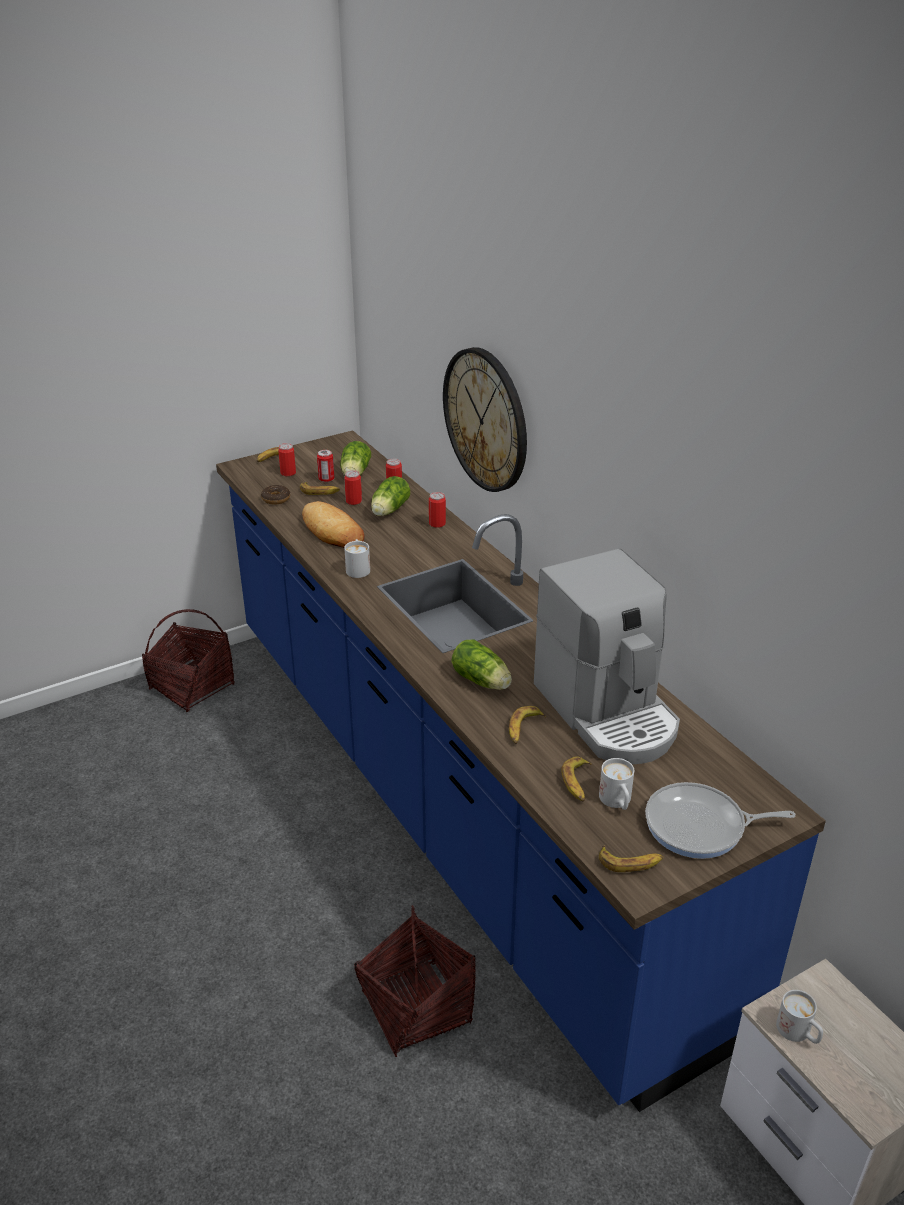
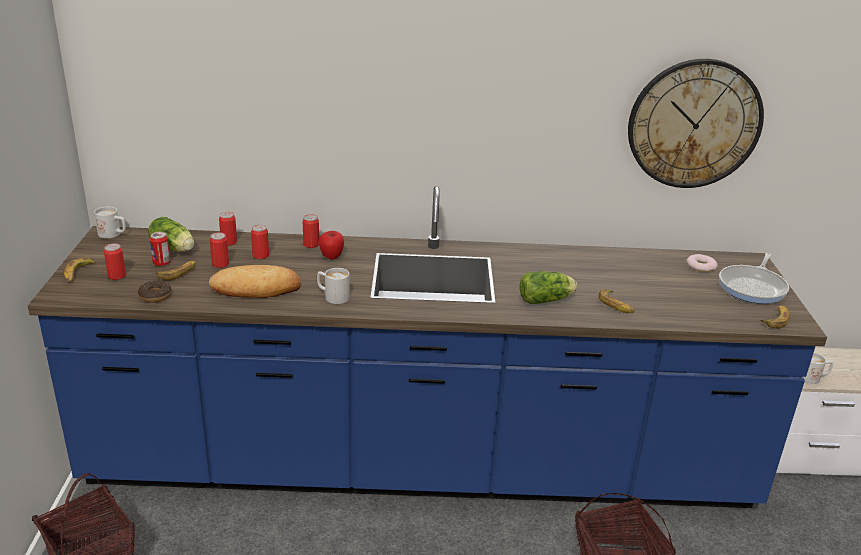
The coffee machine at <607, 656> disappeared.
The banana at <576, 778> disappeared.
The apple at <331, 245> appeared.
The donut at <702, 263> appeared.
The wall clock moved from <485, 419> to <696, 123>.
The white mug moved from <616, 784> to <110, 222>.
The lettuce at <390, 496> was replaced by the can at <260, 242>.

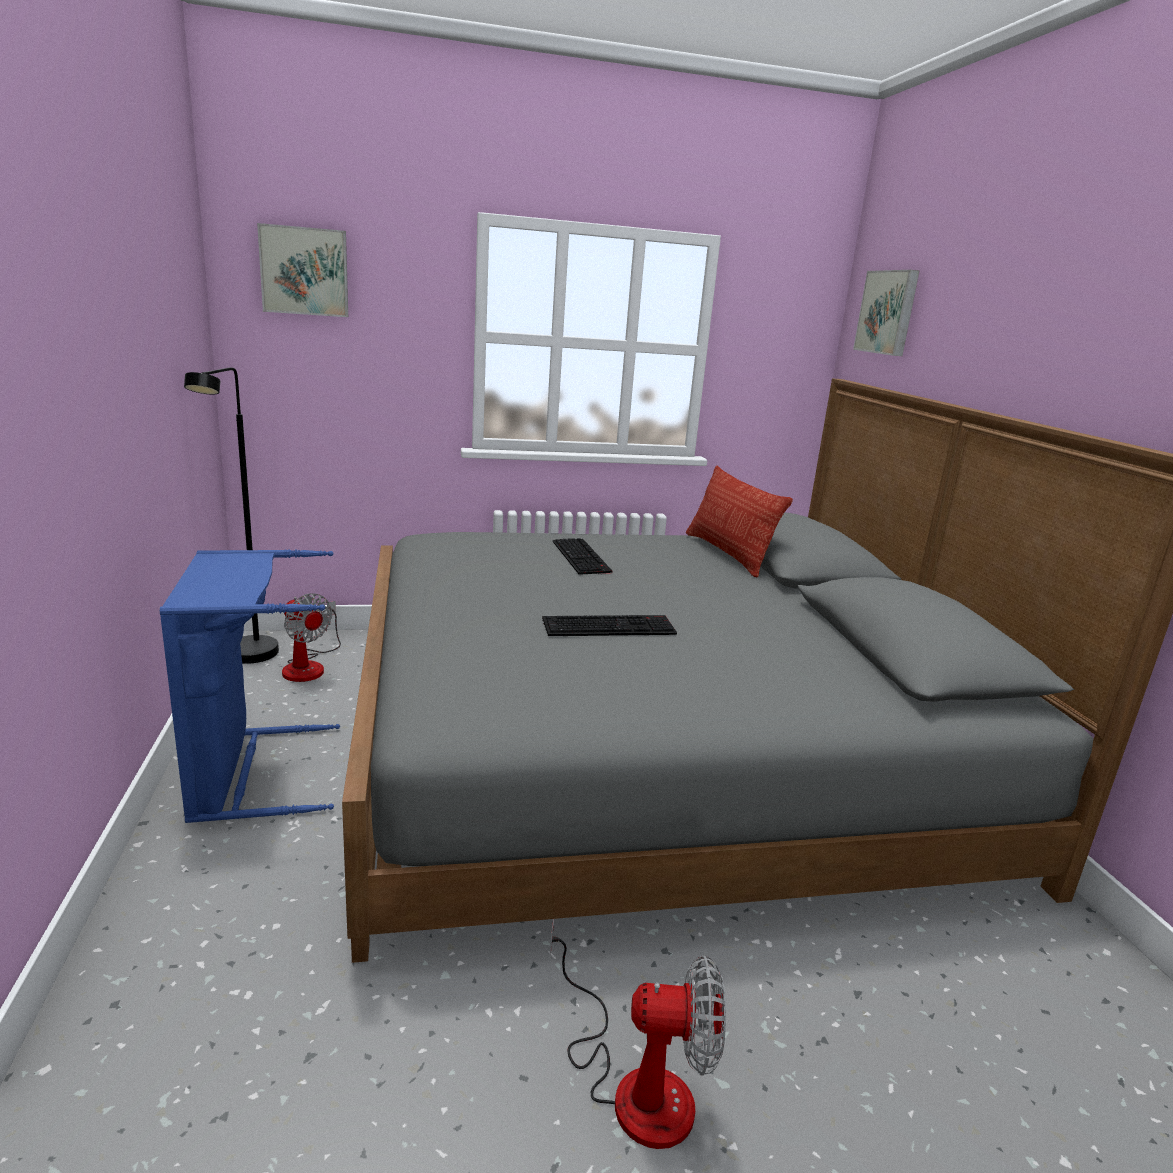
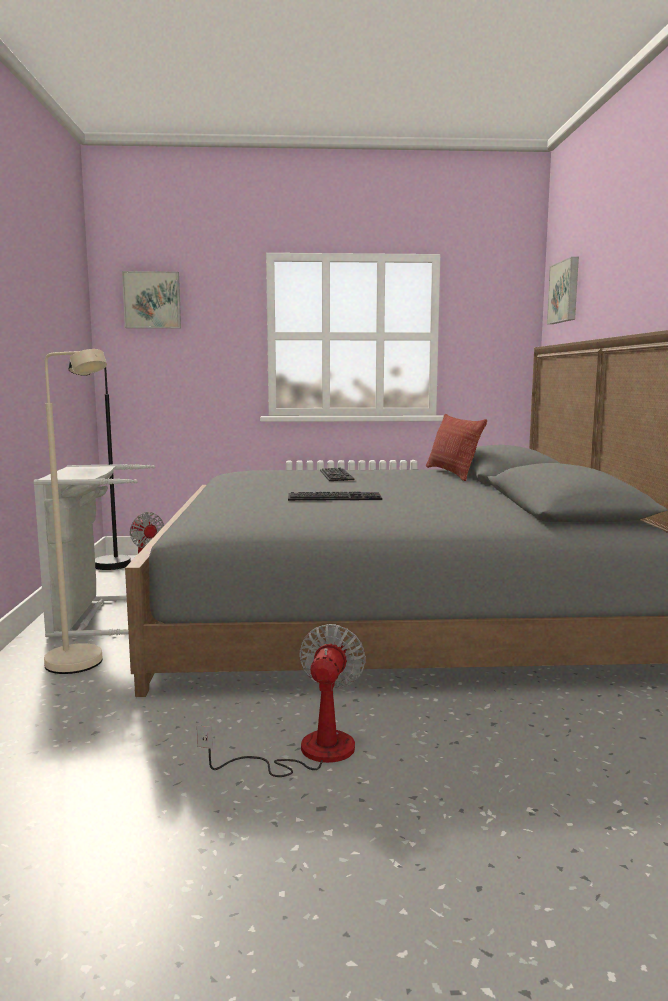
The beige floor lamp at <75, 511> appeared.
The blue laundry basket at <250, 686> became the grey laundry basket at <94, 550>.
The fan at <638, 1034> turned 90 degrees counterclockwise.

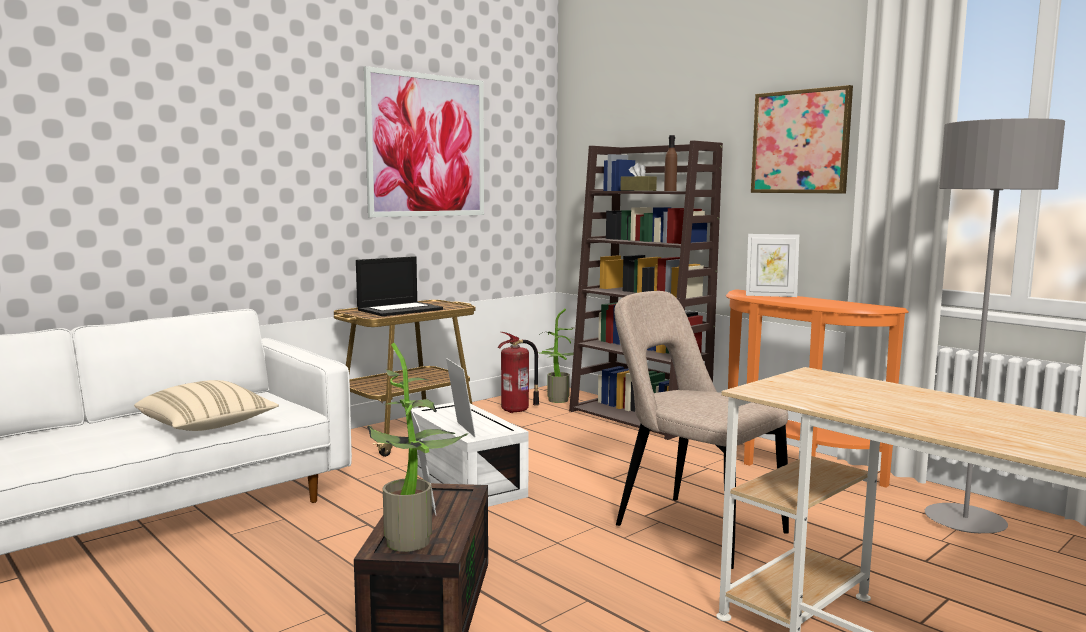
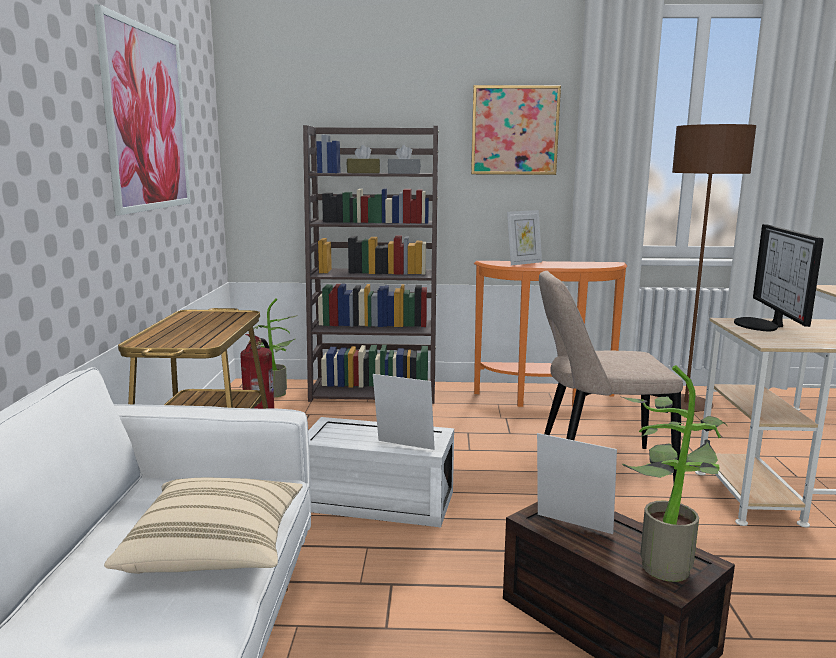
The laptop at <399, 286> disappeared.
The monitor at <779, 277> appeared.
The brown bottle at <670, 163> was replaced by the grey tissue box at <404, 159>.
The grey floor lamp at <995, 325> became the brown floor lamp at <714, 268>.

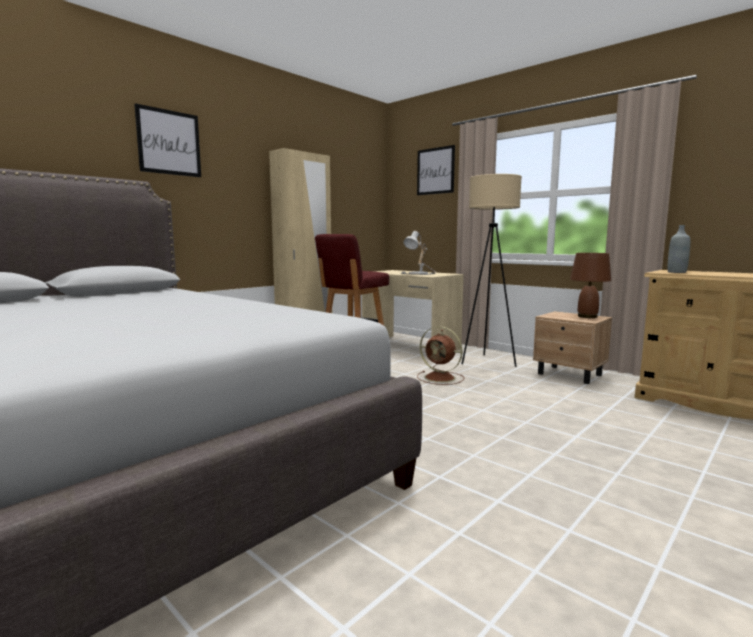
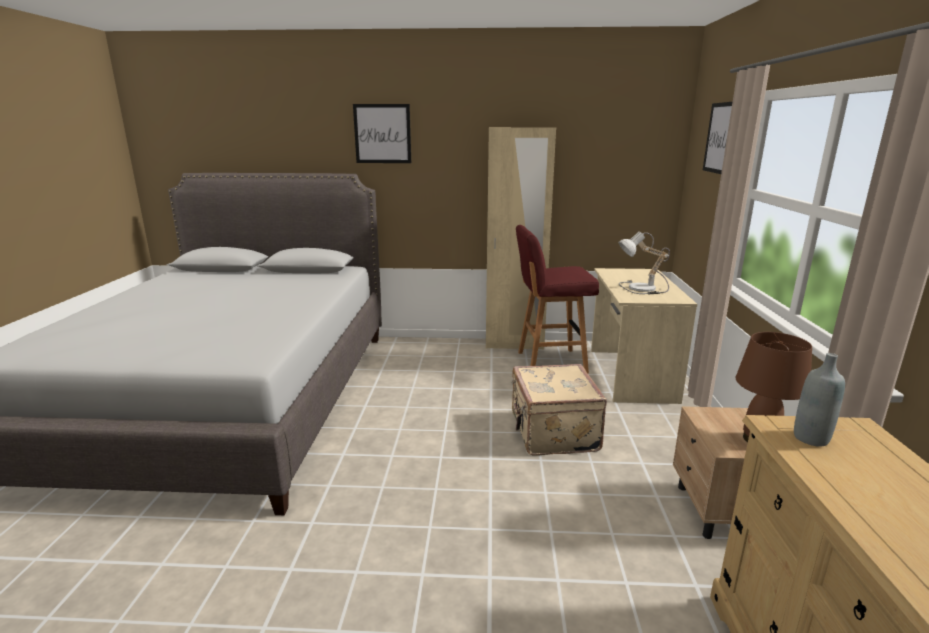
The beige floor lamp at <491, 270> disappeared.
The brown fan at <440, 355> was replaced by the beige suitcase at <559, 410>.

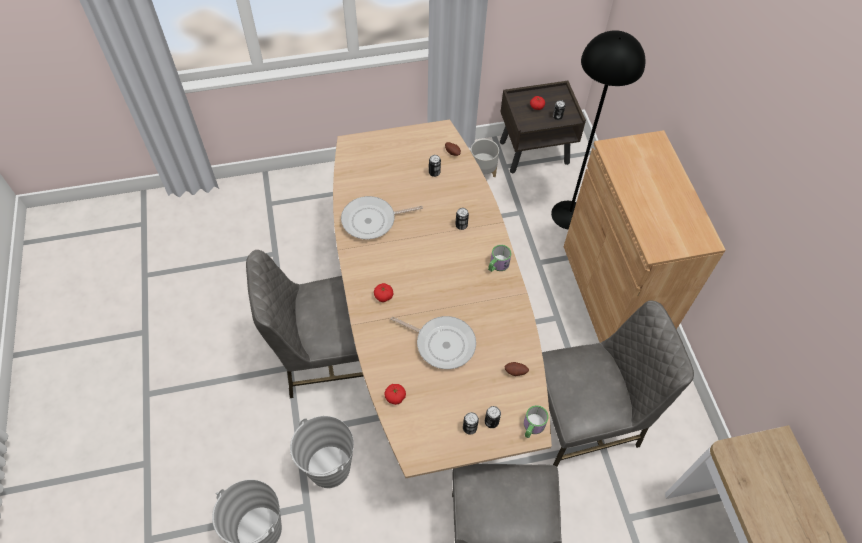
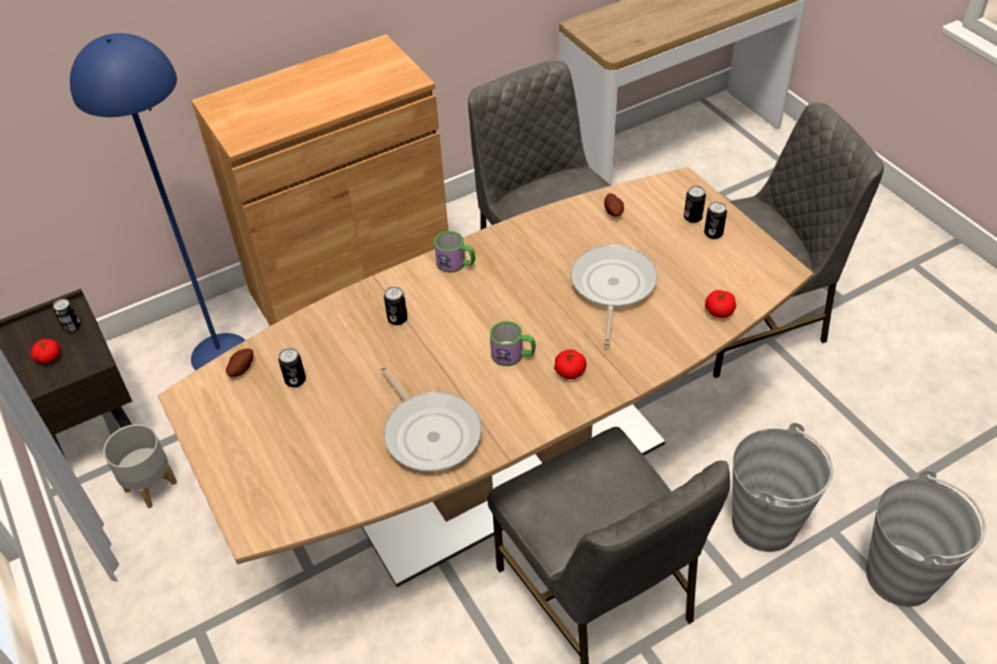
The mug moved from <536, 421> to <513, 343>.
The black floor lamp at <598, 130> became the blue floor lamp at <157, 202>.

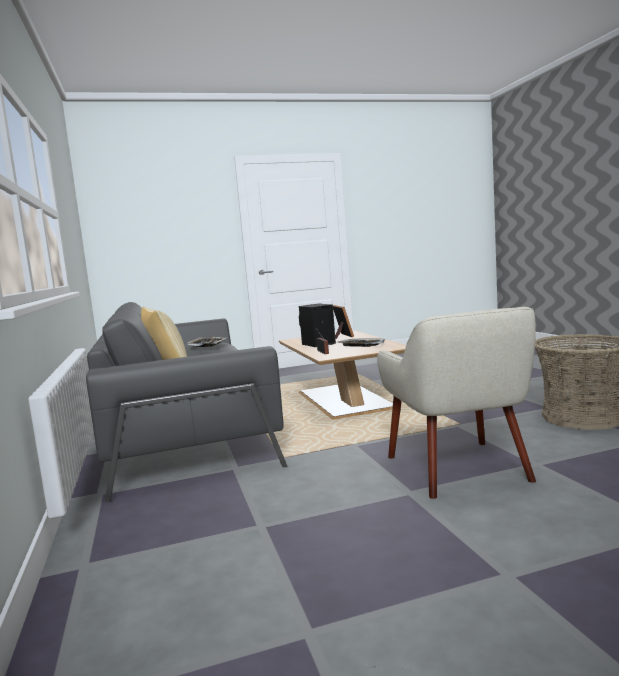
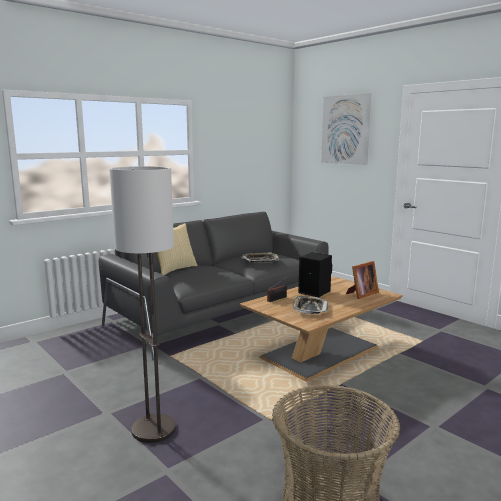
The picture at <346, 129> appeared.
The beige armchair at <456, 403> was replaced by the floor lamp at <142, 304>.

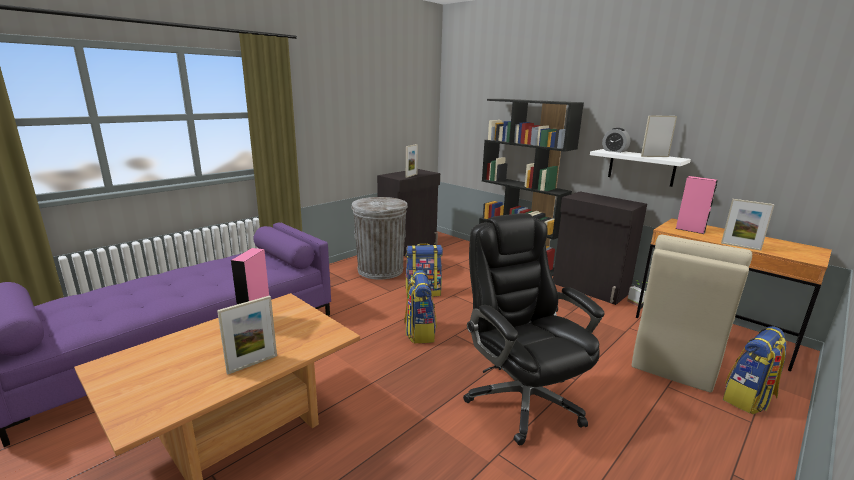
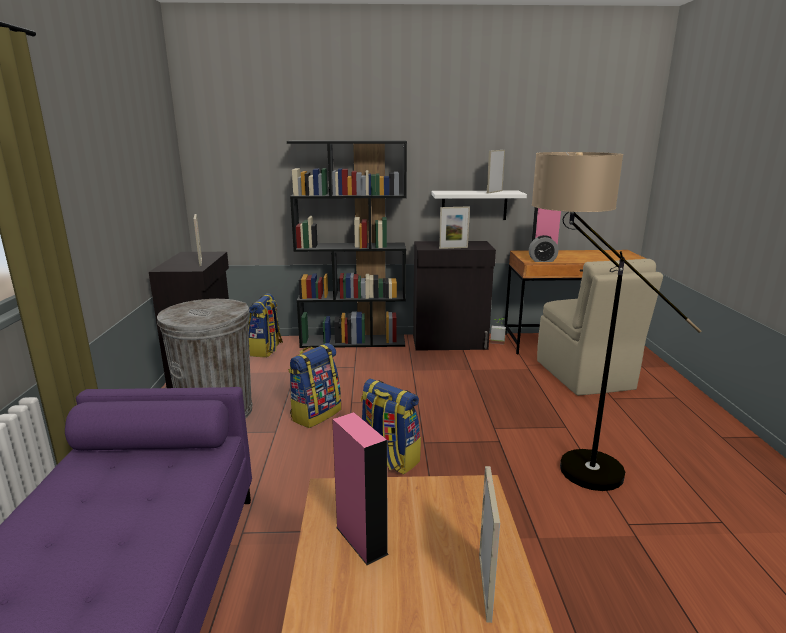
The alarm clock moved from <616, 140> to <543, 248>.
The picture frame moved from <748, 225> to <454, 227>.
The backpack moved from <754, 370> to <265, 325>.
The black office chair at <534, 329> was replaced by the floor lamp at <616, 321>.

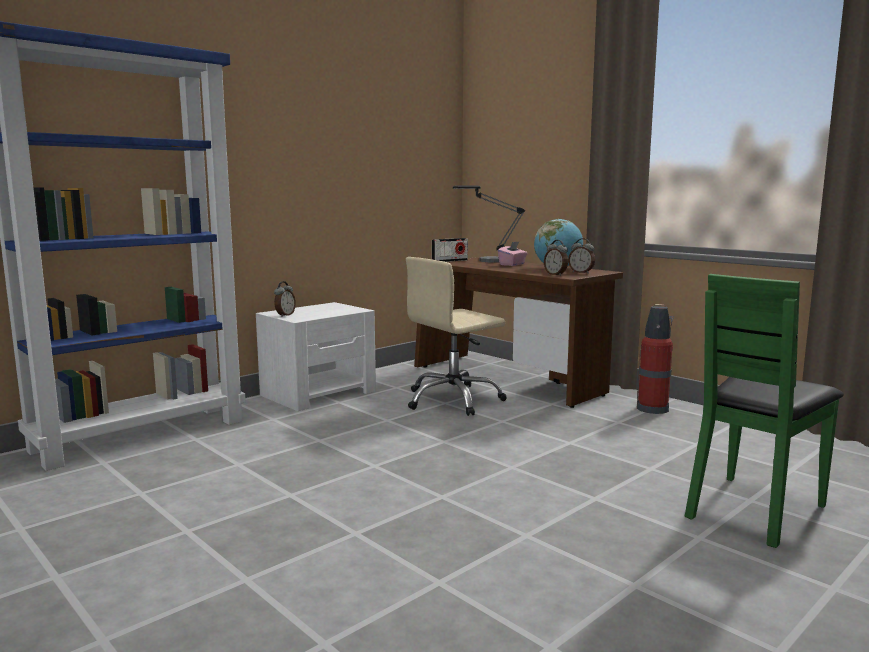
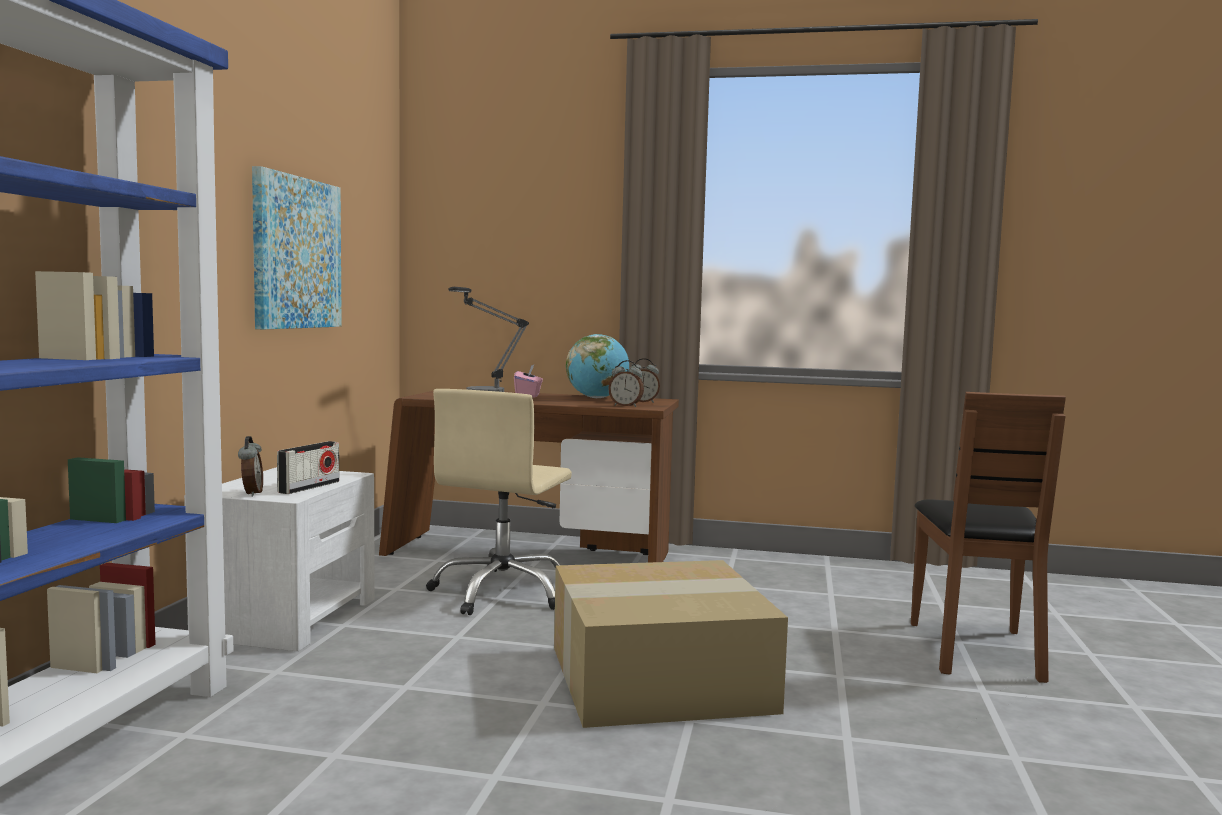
The fire extinguisher at <655, 359> disappeared.
The picture at <297, 247> appeared.
The cardboard box at <671, 644> appeared.
The radio moved from <450, 250> to <308, 467>.
The green chair at <764, 411> became the brown chair at <988, 537>.

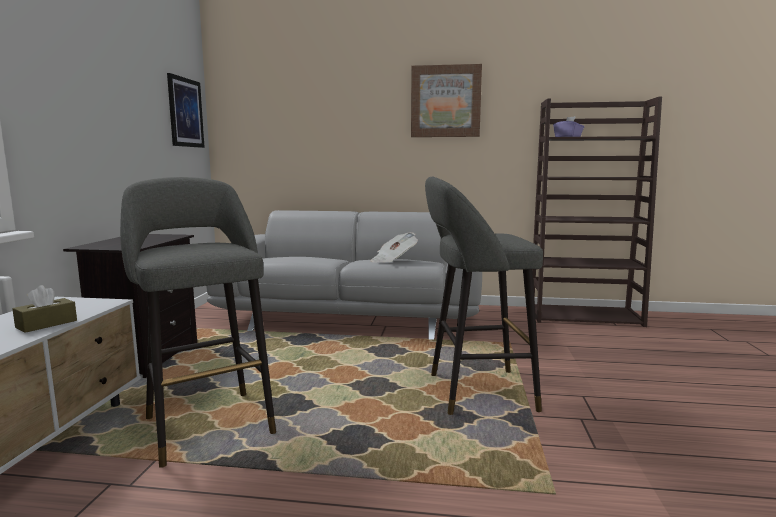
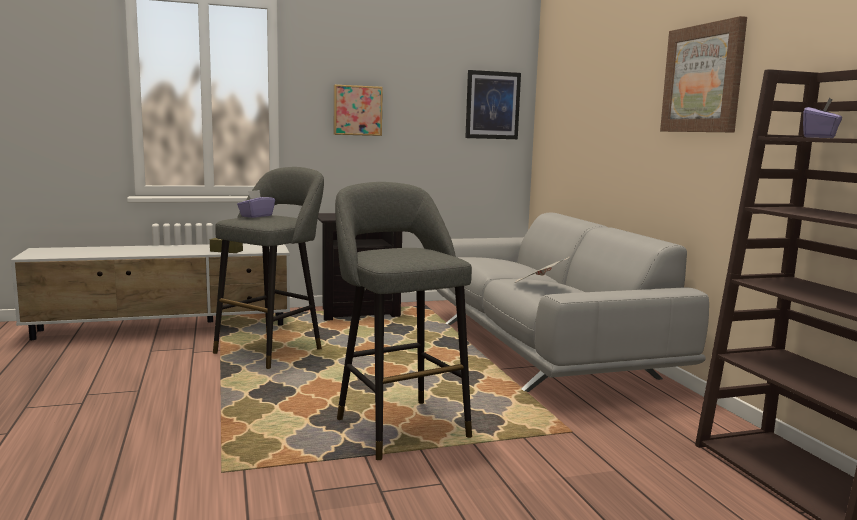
The purple tissue box at <256, 204> appeared.
The picture at <358, 110> appeared.

